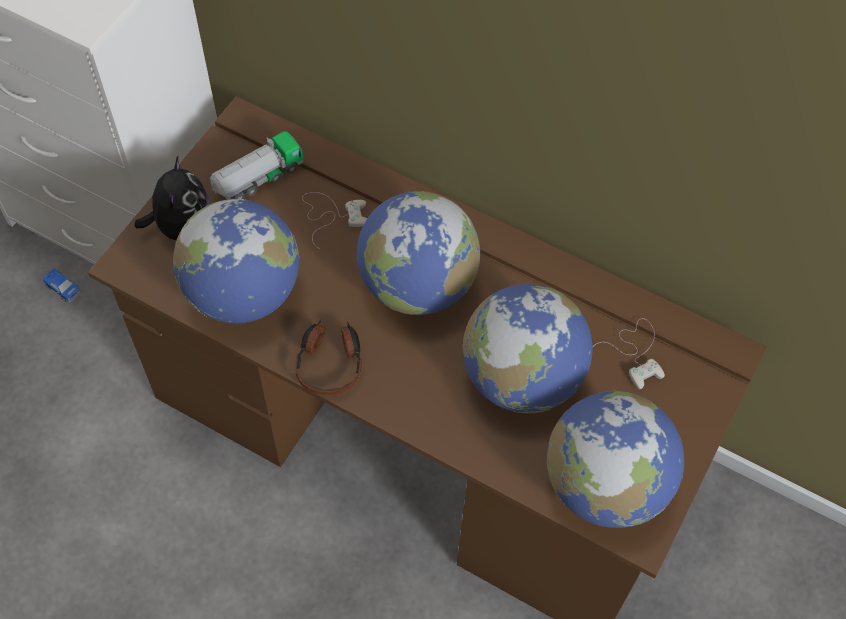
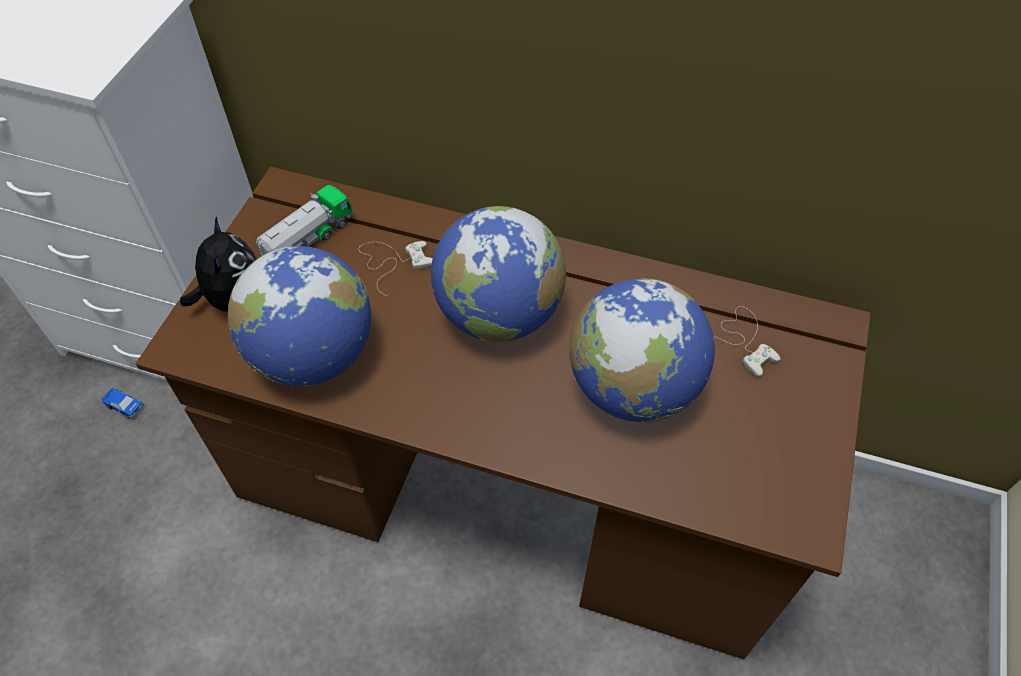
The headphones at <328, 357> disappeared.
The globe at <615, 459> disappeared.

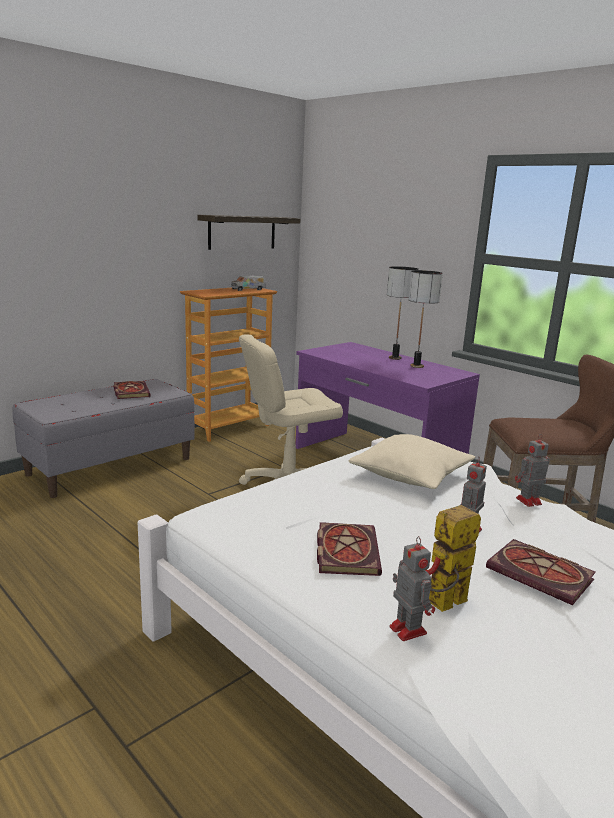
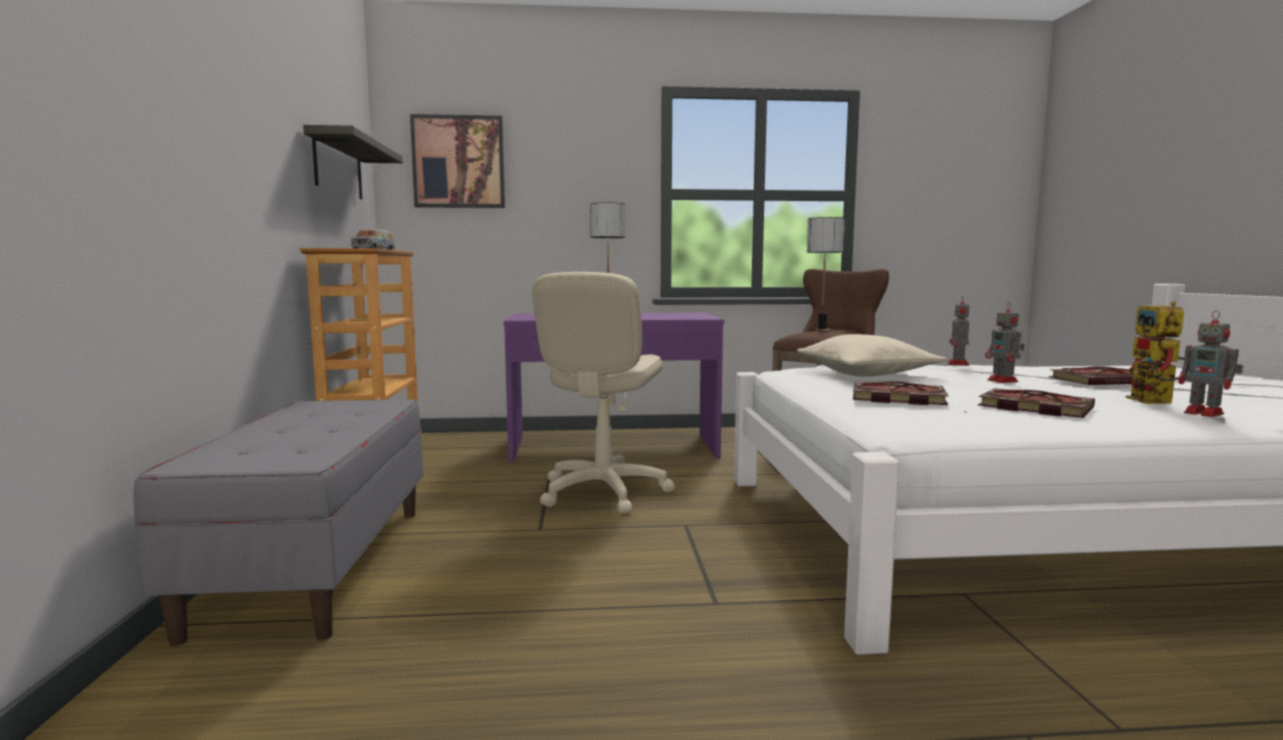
The picture at <457, 161> appeared.
The book moved from <132, 390> to <900, 393>.
The table lamp moved from <425, 319> to <826, 274>.
The toy robot at <412, 588> turned 135 degrees counterclockwise.

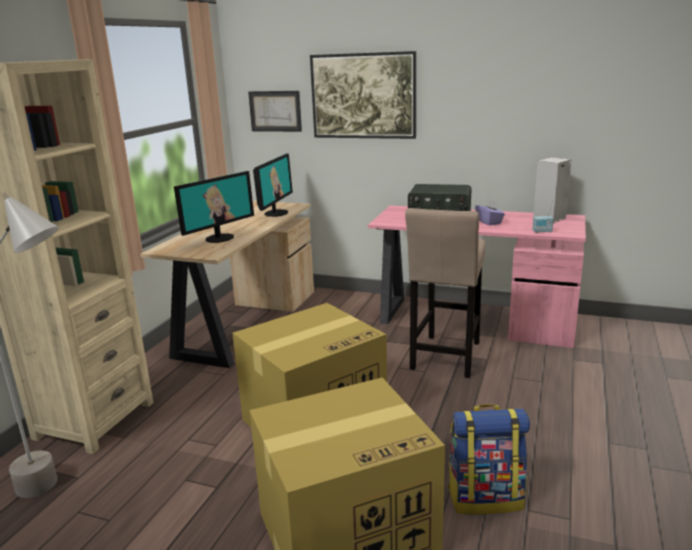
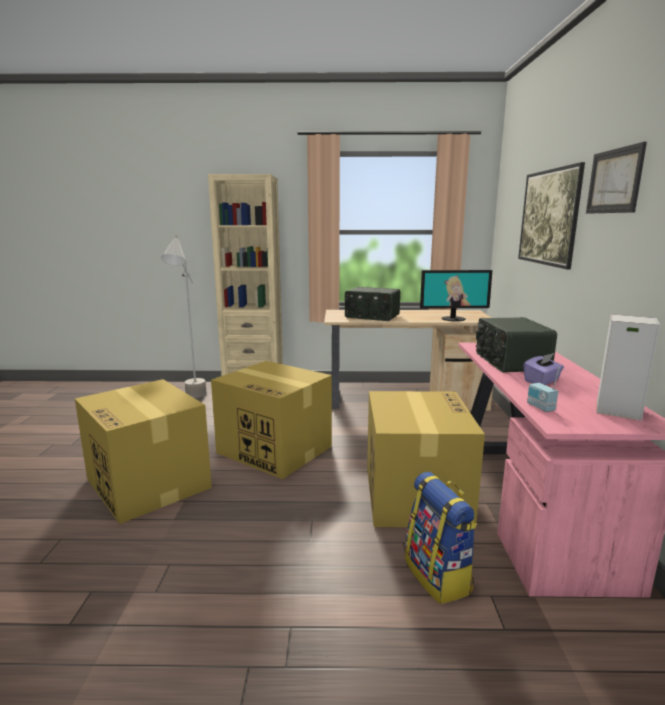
The picture moved from <275, 111> to <616, 178>.
The backpack moved from <489, 459> to <441, 538>.
The monitor at <214, 207> was replaced by the radio at <372, 304>.
The beige stool at <445, 293> was replaced by the cardboard box at <426, 459>.

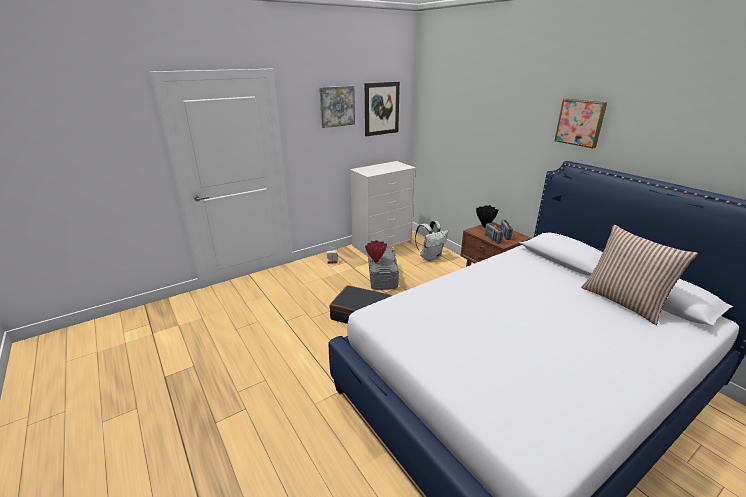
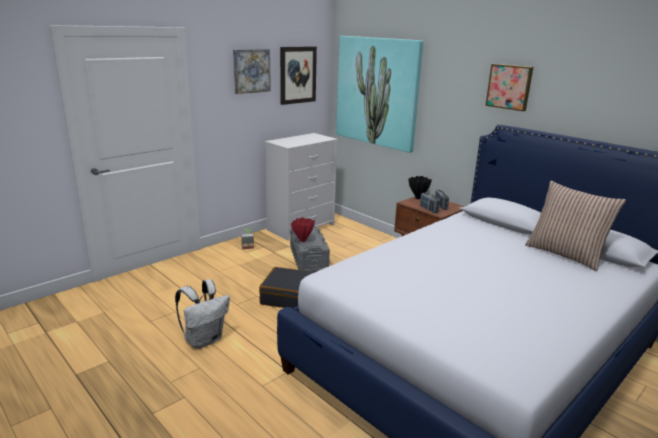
The picture at <379, 94> appeared.
The white backpack moved from <432, 241> to <202, 314>.

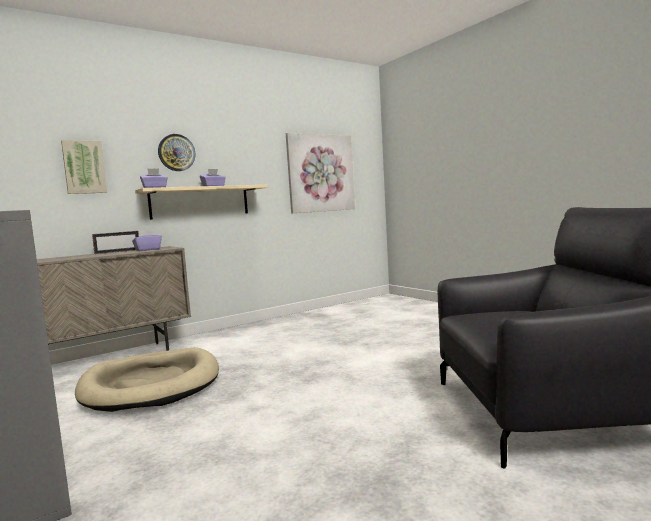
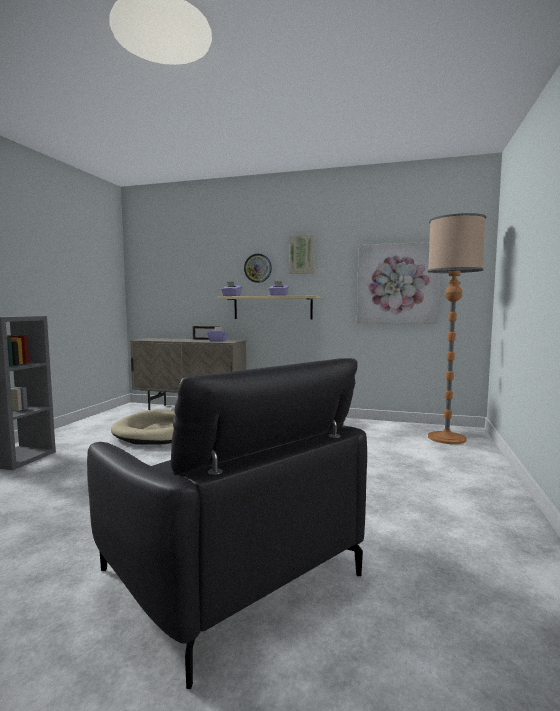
The floor lamp at <457, 328> appeared.
The picture moved from <84, 167> to <302, 254>.

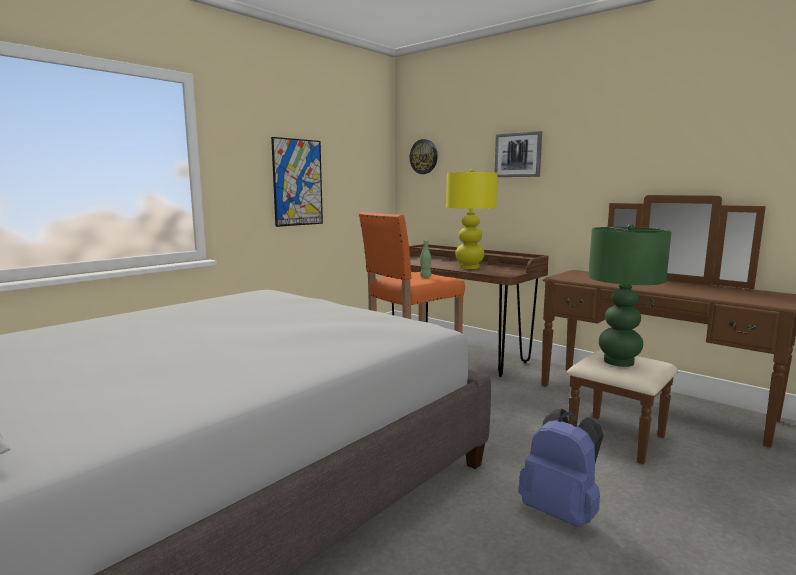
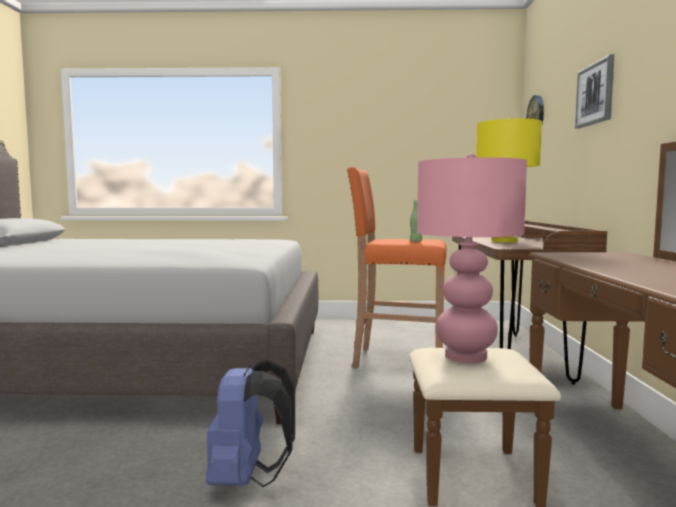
The picture at <297, 182> disappeared.
The green table lamp at <630, 295> became the pink table lamp at <472, 258>.

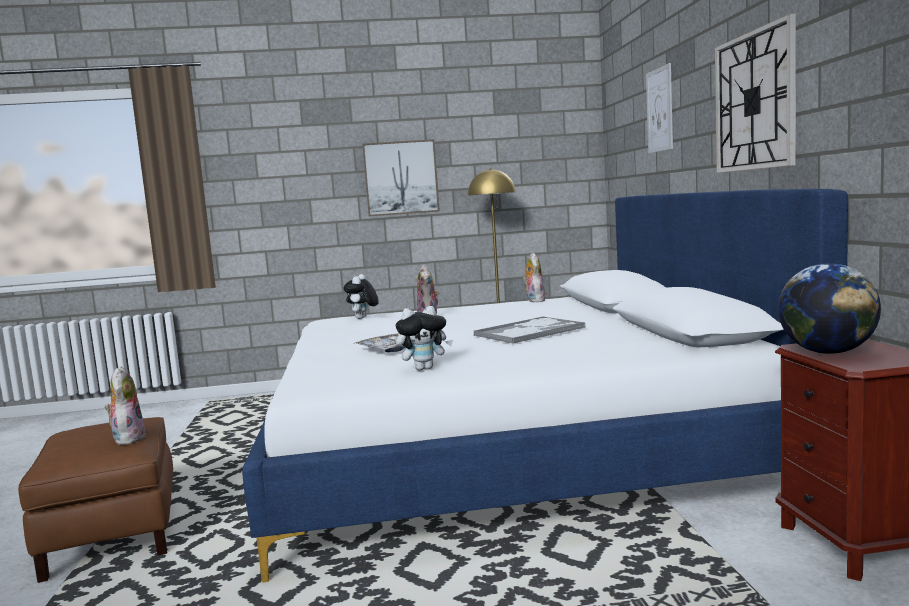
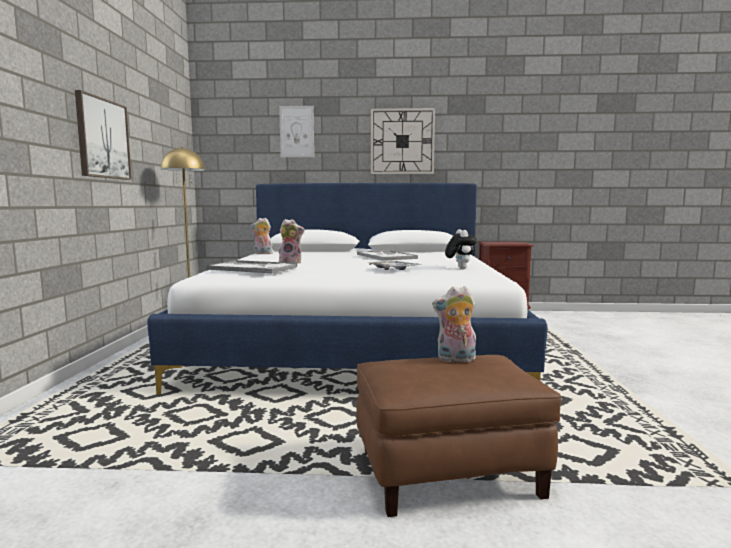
The globe at <829, 308> disappeared.
The plush toy at <361, 296> was replaced by the tray at <251, 266>.

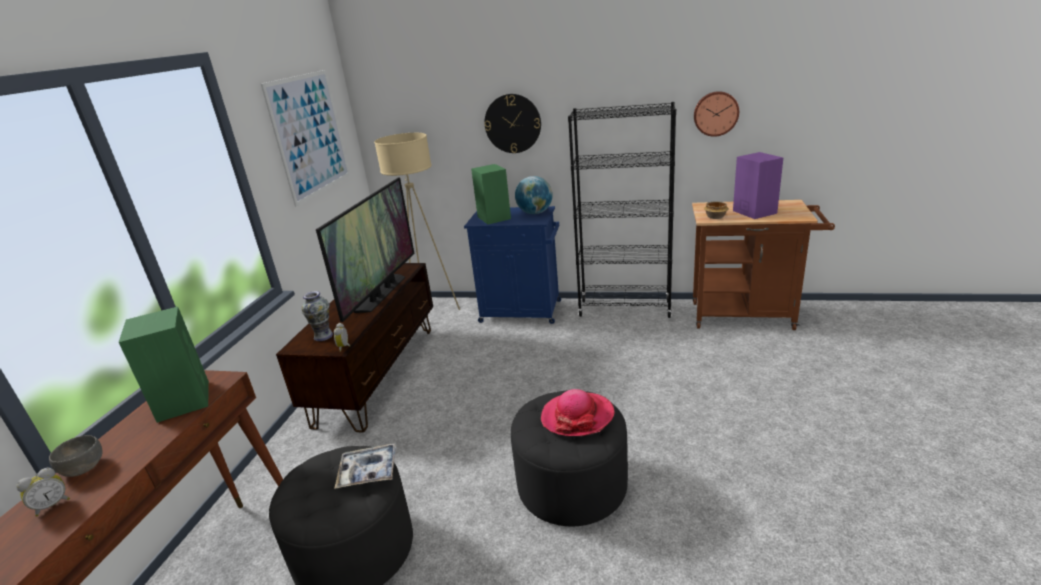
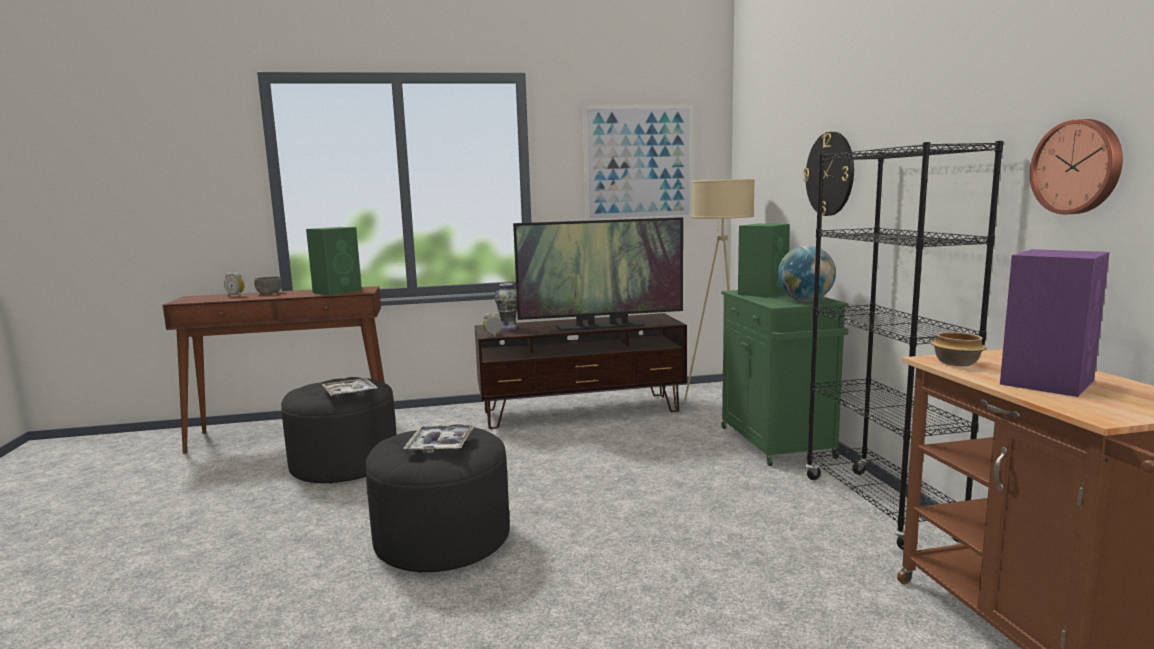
The hat at <577, 412> was replaced by the tray at <438, 439>.
The blue cabinet at <512, 265> became the green cabinet at <785, 378>.

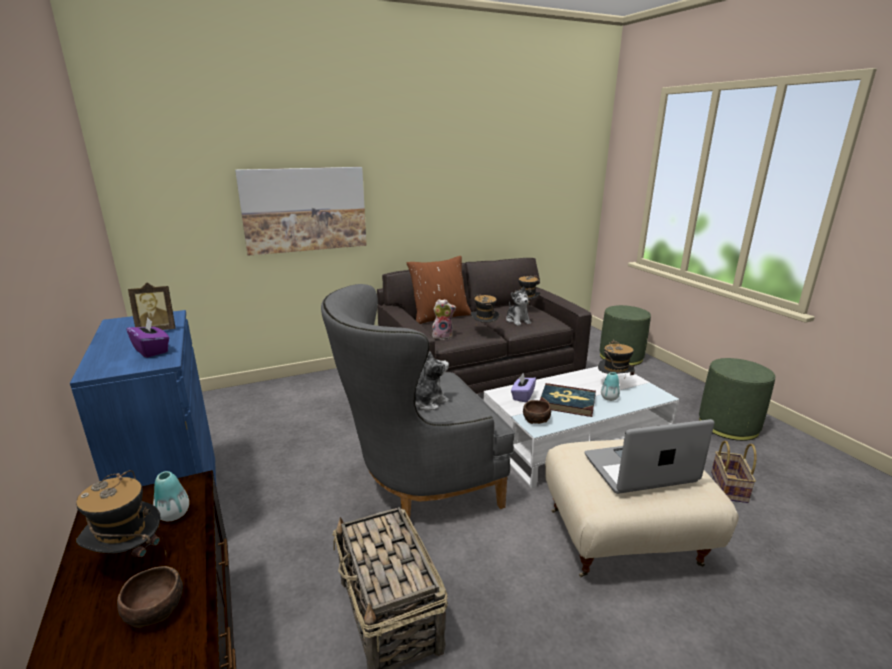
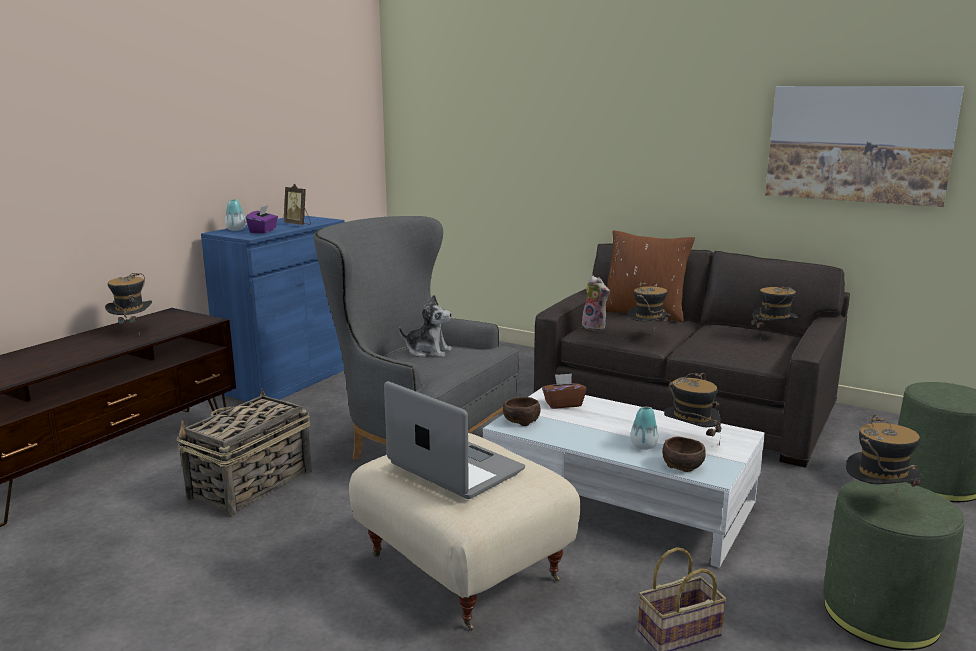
The plush toy at <518, 306> disappeared.
The book at <568, 400> disappeared.
The hat at <884, 454> appeared.
The brown bowl moved from <150, 597> to <684, 454>.
The vase moved from <171, 496> to <235, 215>.
The picture moved from <301, 211> to <864, 146>.
The purple tissue box at <523, 387> became the brown tissue box at <564, 391>.

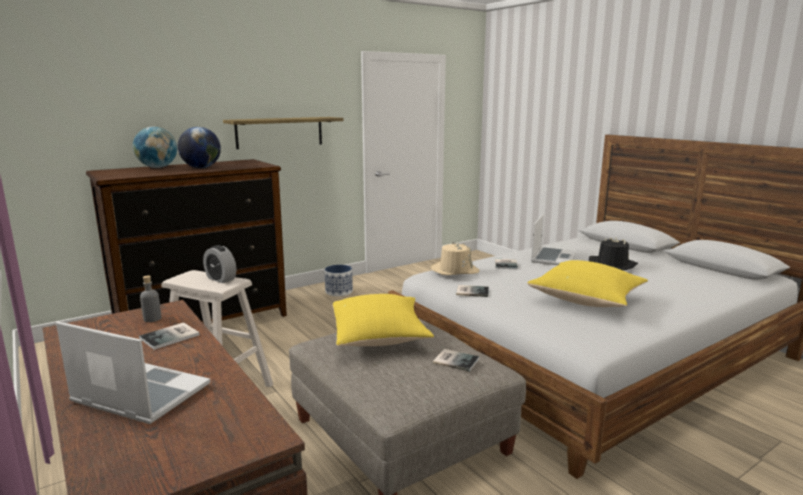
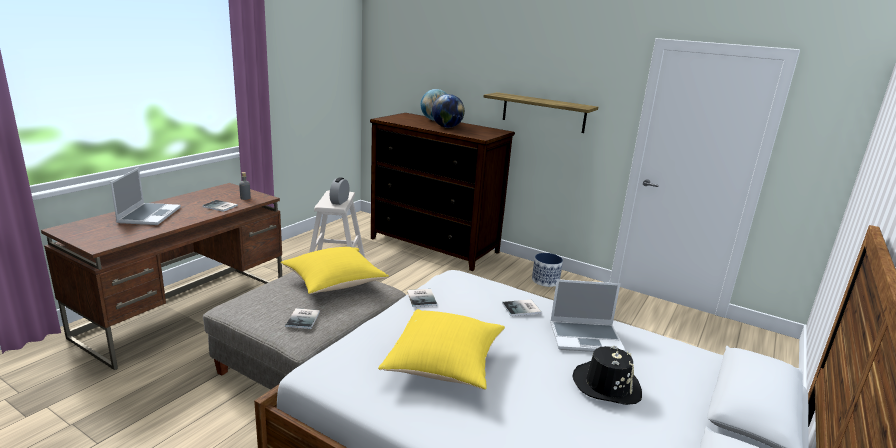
The beige hat at <455, 258> disappeared.

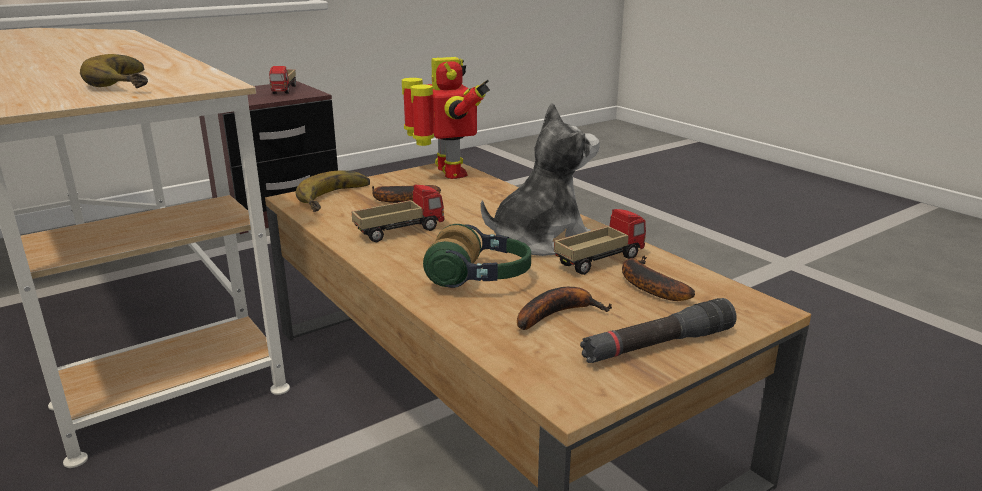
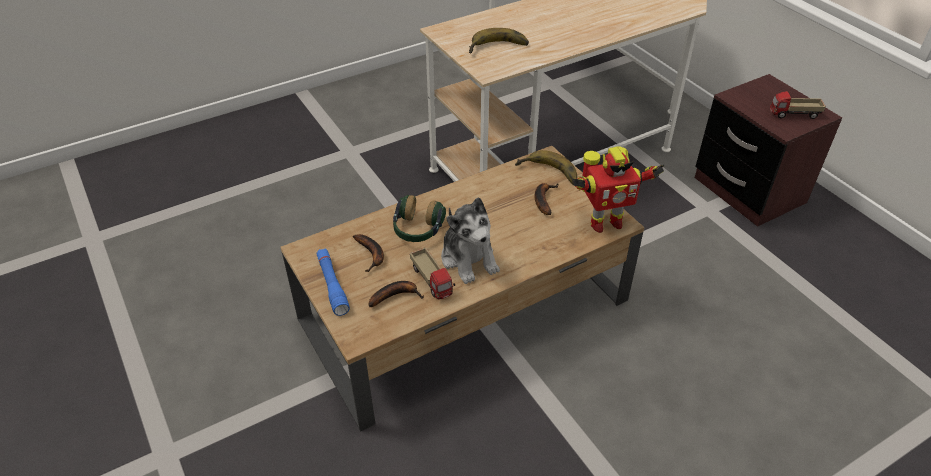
The toy truck at <398, 214> disappeared.
The black flashlight at <658, 330> became the blue flashlight at <333, 282>.

